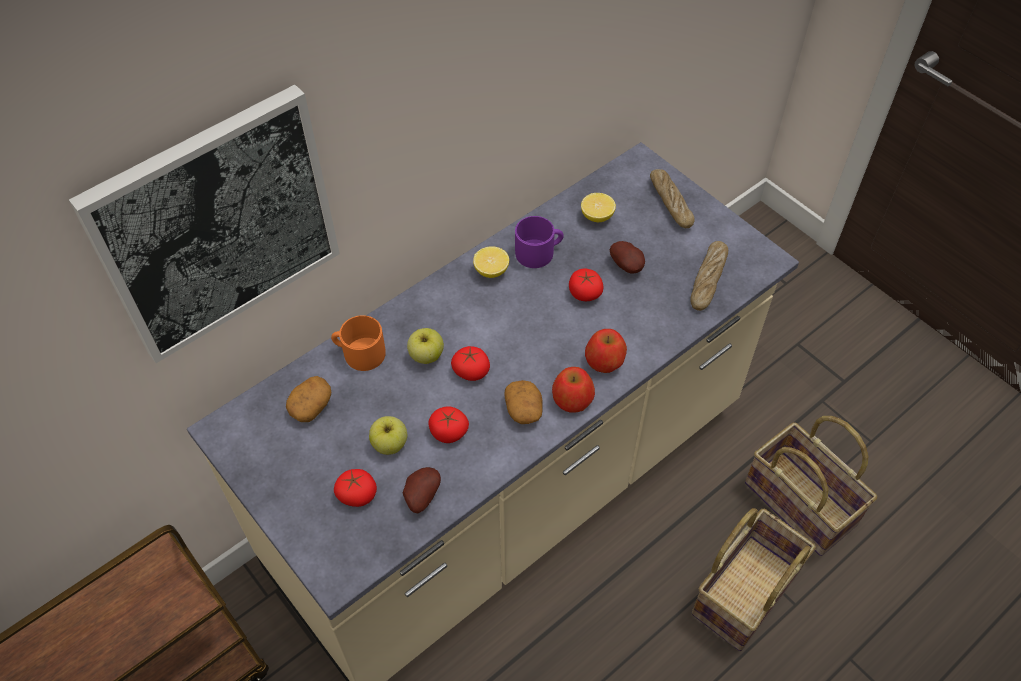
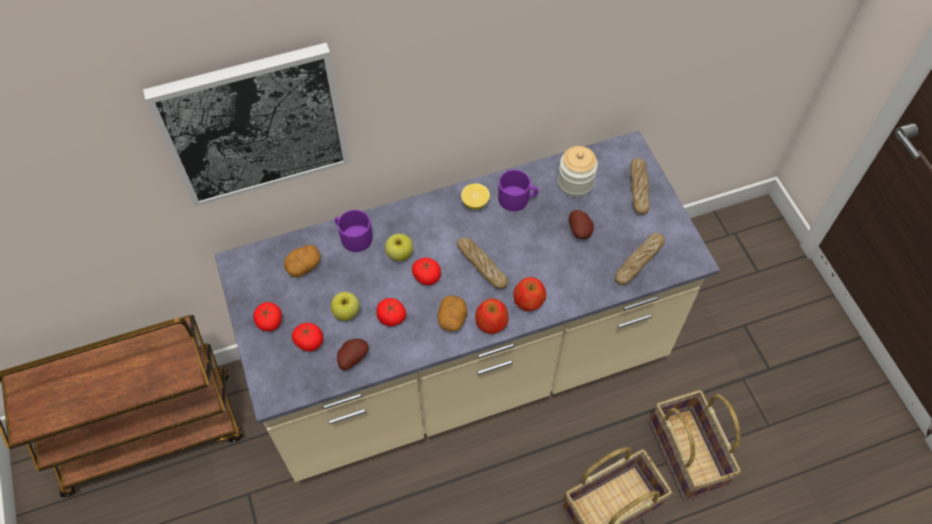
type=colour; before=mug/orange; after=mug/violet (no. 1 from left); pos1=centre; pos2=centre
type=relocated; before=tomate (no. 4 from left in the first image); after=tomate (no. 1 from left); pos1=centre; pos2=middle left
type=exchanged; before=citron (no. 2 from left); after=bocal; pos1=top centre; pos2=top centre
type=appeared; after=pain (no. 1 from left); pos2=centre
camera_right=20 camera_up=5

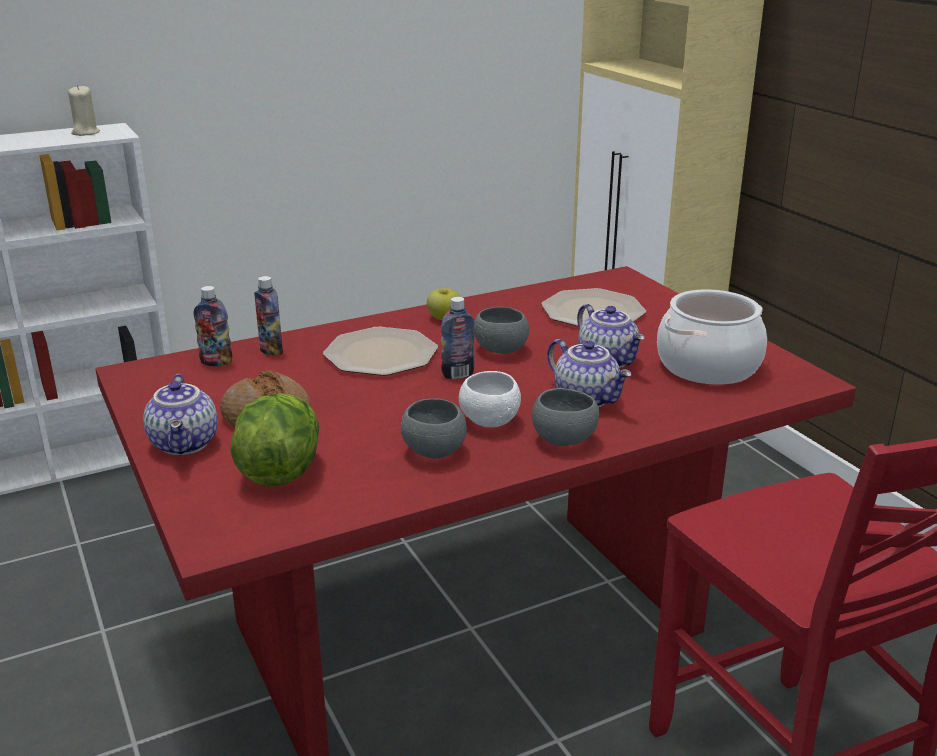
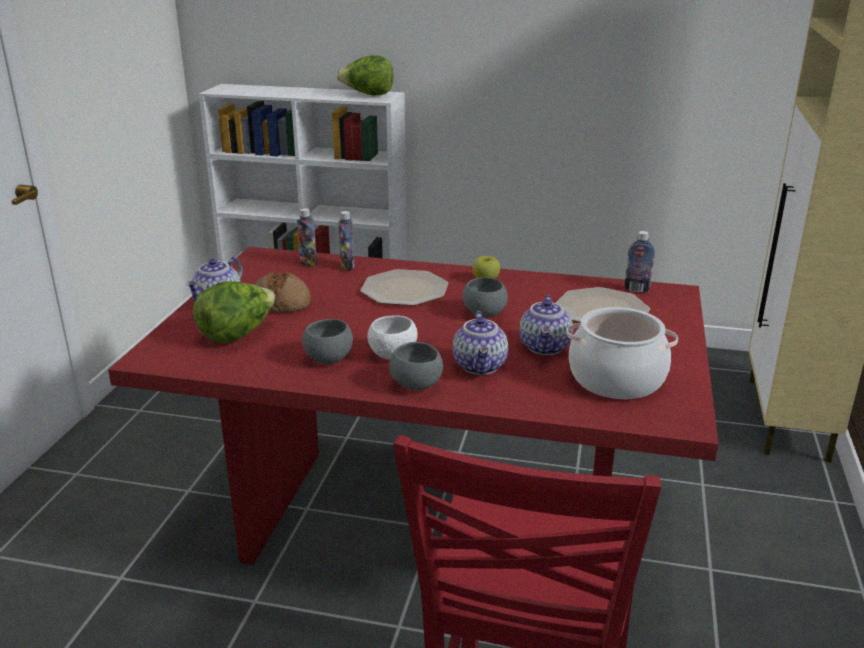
type=exchanged; before=bougie/beige; after=laitue (no. 2 from left); pos1=top left; pos2=top centre
type=relocated; before=bouteille (no. 3 from left); pos1=centre; pos2=middle right
camera_right=40 camera_up=0

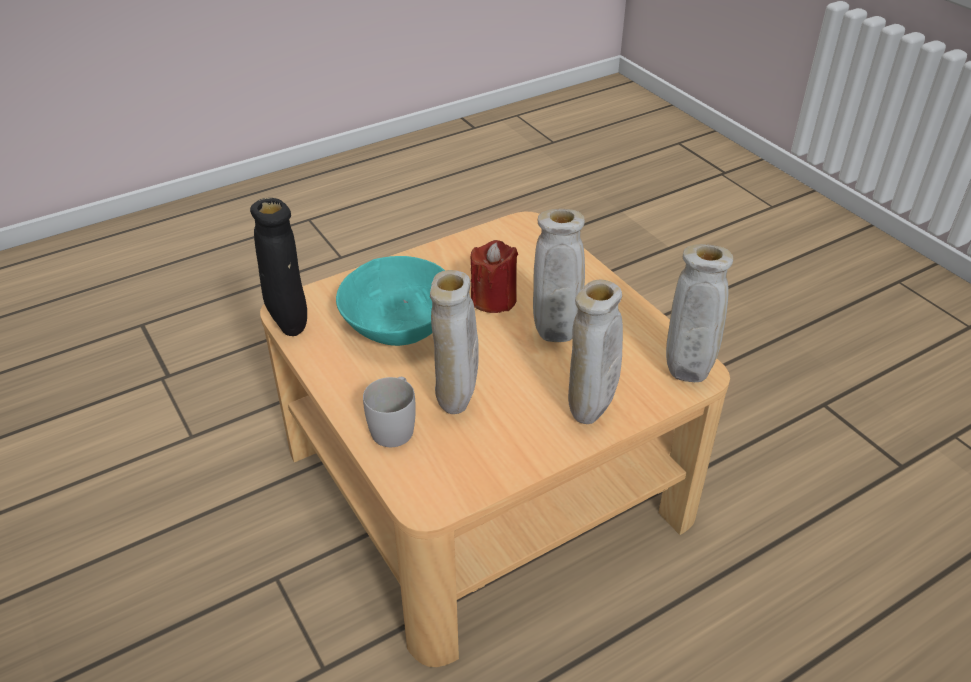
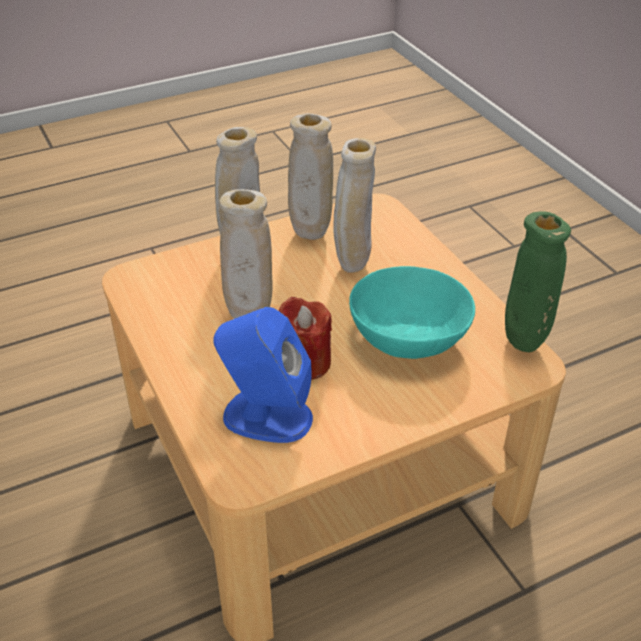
type=colour; before=vase/noir; after=vase/vert; pos1=middle left; pos2=middle right
type=missing; before=mug/blanc; pos1=centre
type=relocated; before=vase/beige (no. 4 from left in the first image); after=vase/beige (no. 3 from left); pos1=middle right; pos2=top centre
type=appeared; after=enceinte/bleu; pos2=centre
camera_right=-175 camera_up=0

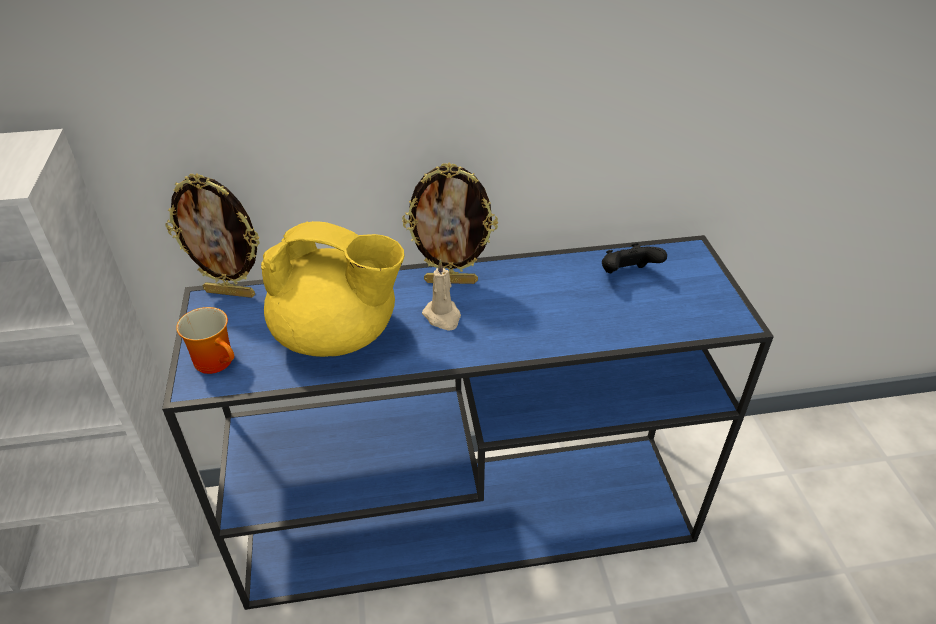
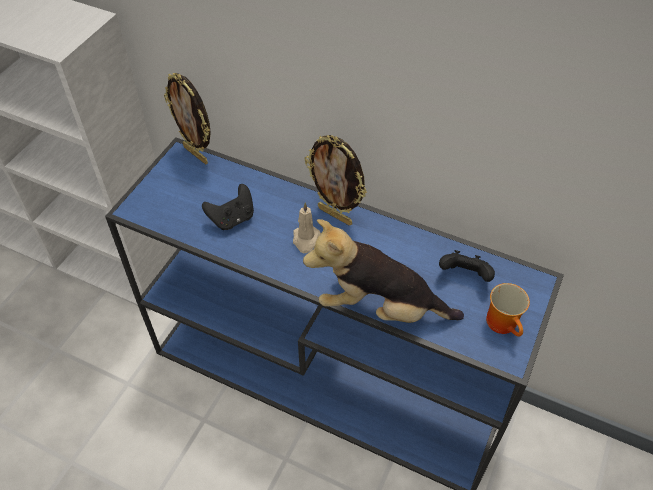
type=relocated; before=mug; pos1=middle left; pos2=middle right
type=exchanged; before=théière/jaune; after=manette/noir (no. 1 from left); pos1=centre; pos2=centre
type=appeared; after=peluche; pos2=centre
camera_right=35 camera_up=10

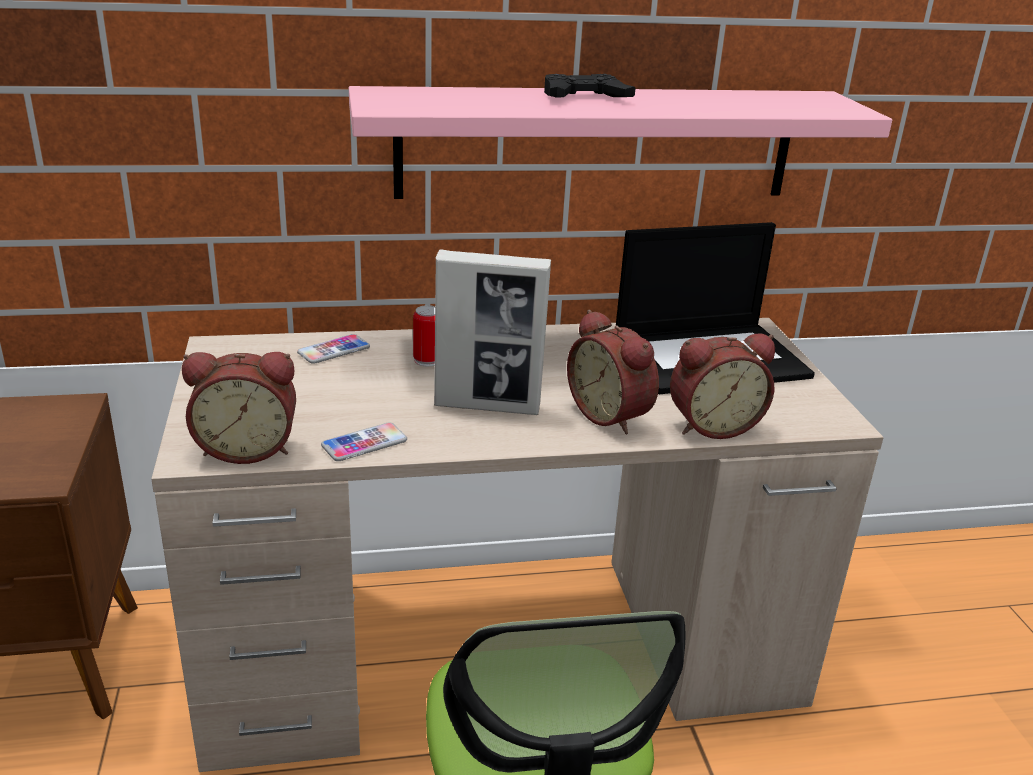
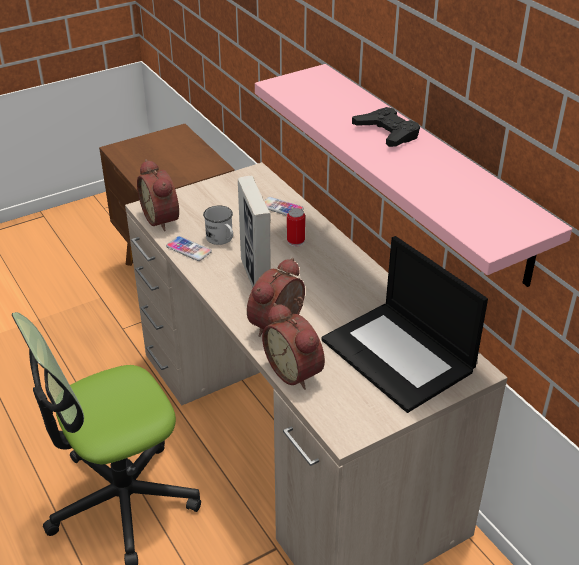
type=appeared; after=mug/blanc; pos2=centre
camera_right=70 camera_up=10

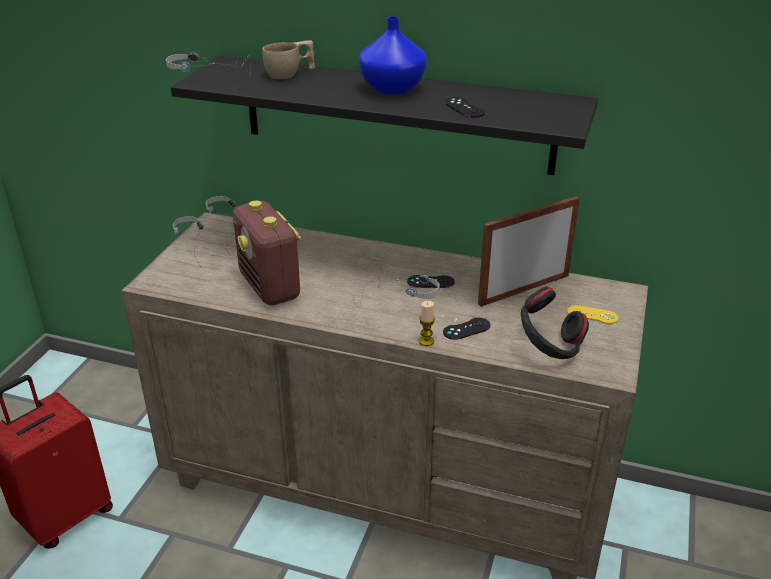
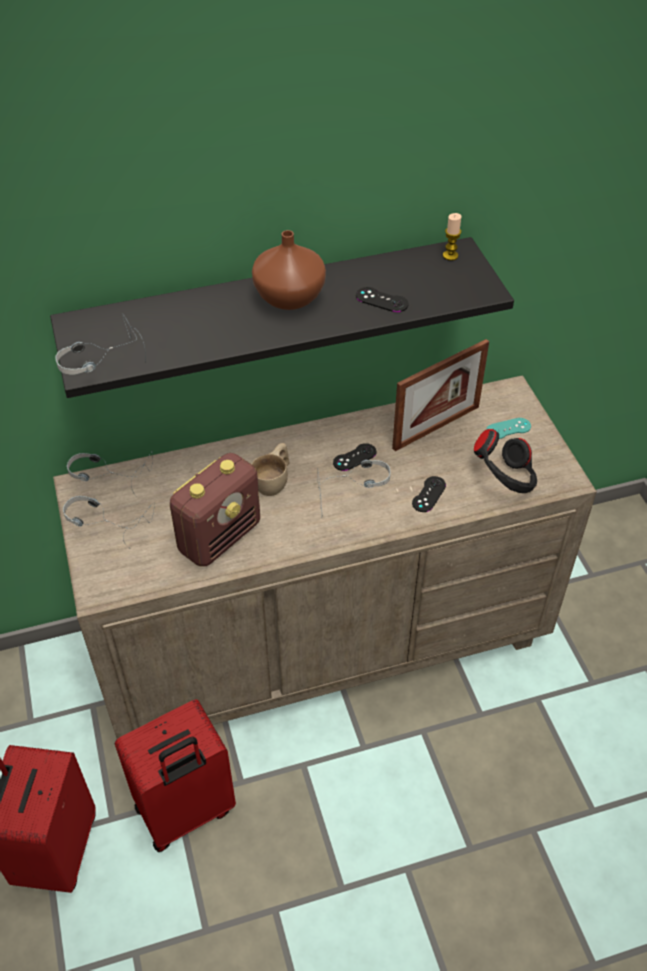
type=spun; before=radio; pos1=centre; pos2=middle left; turn=-75
type=relocated; before=tasse/beige; pos1=top centre; pos2=centre
type=colour; before=vase/bleu; after=vase/marron; pos1=top centre; pos2=top centre
type=relocated; before=bougie; pos1=centre; pos2=top right
type=spun; before=cadre photo; pos1=middle right; pos2=middle right; turn=-150
type=colour; before=manette/jaune; after=manette/turquoise; pos1=middle right; pos2=middle right
type=appeared; after=valise/rouge (no. 2 from left); pos2=bottom left
camera_right=-35 camera_up=15

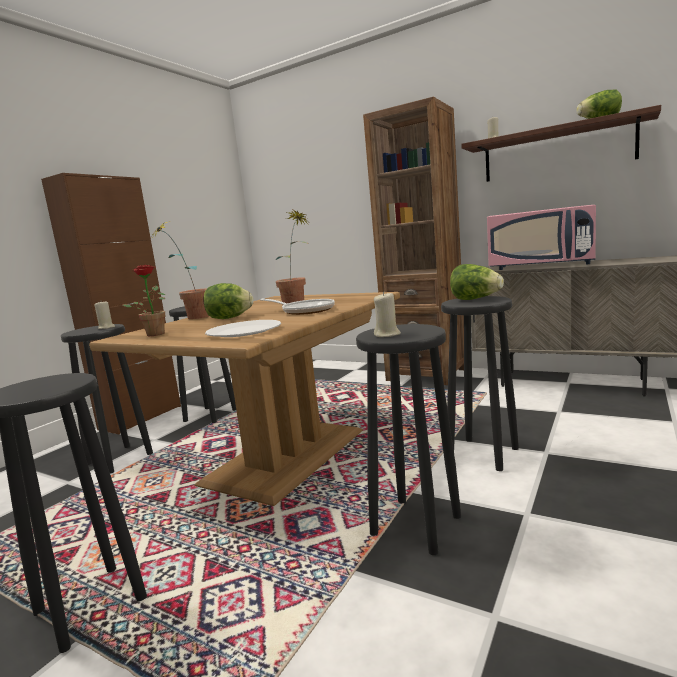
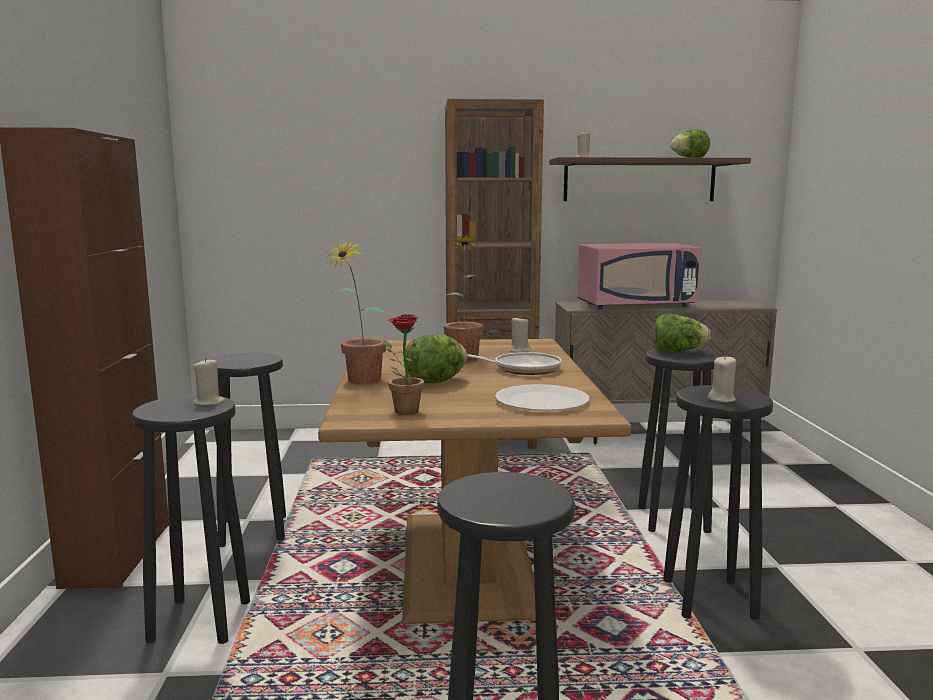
type=appeared; after=bougie/beige (no. 2 from left); pos2=centre
camera_right=-35 camera_up=0

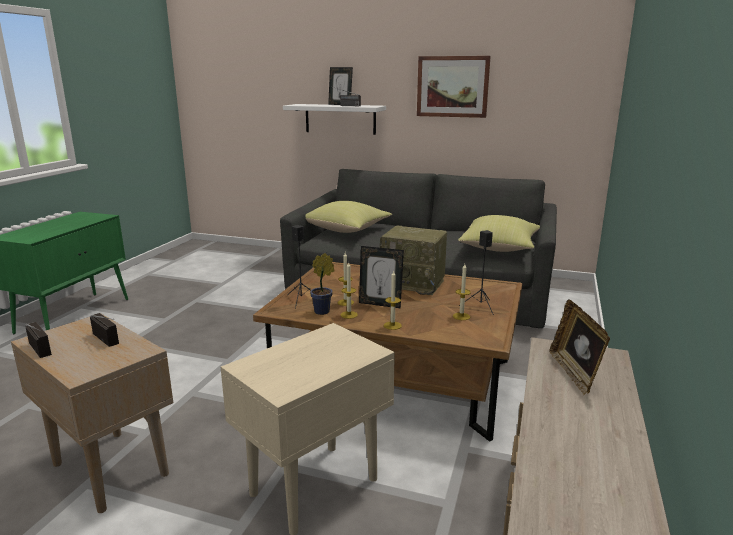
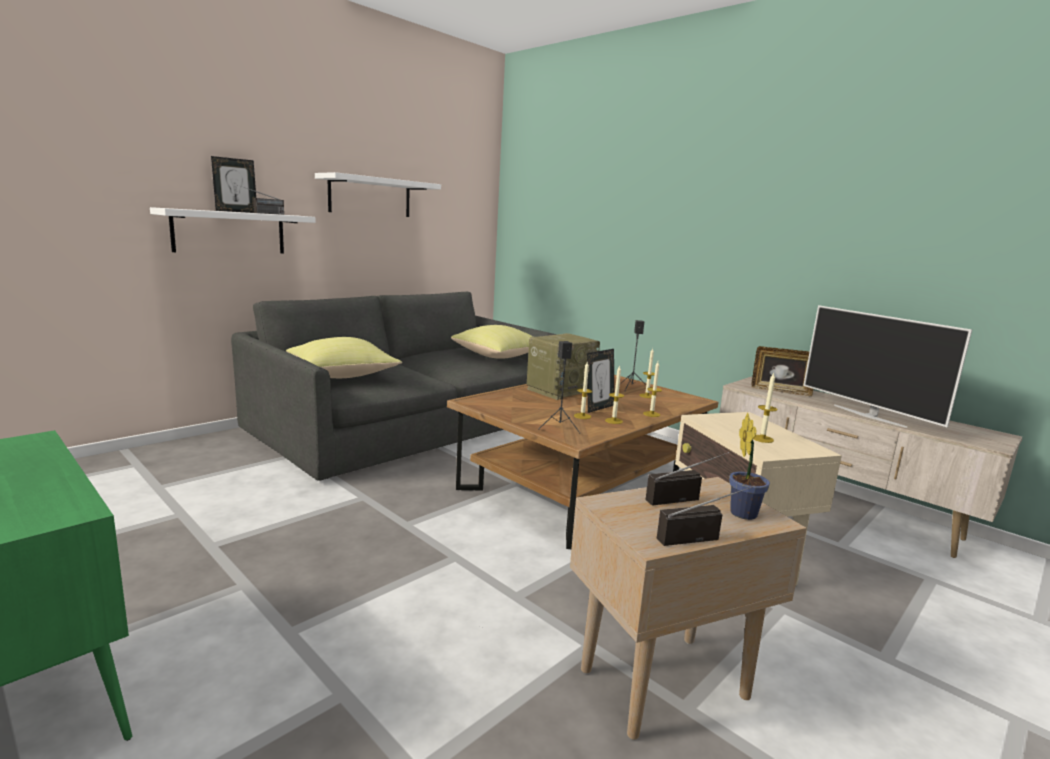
type=relocated; before=plante en pot; pos1=centre; pos2=middle right
type=exchanged; before=tableau; after=étagère/blanc (no. 2 from left); pos1=top centre; pos2=top centre
type=appeared; after=bougie (no. 5 from left); pos2=middle right
type=appeared; after=téléviseur; pos2=middle right
camera_right=-65 camera_up=-5

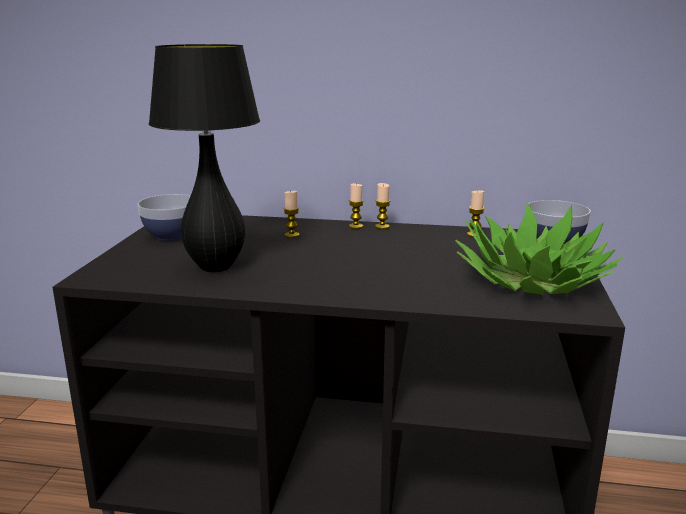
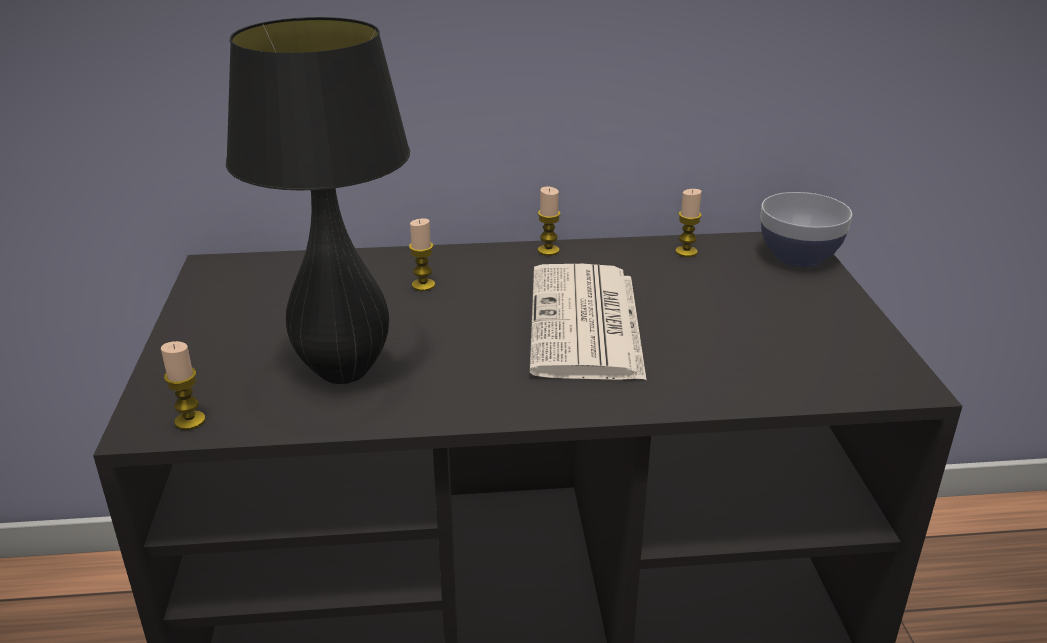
type=missing; before=bol (no. 1 from left); pos1=middle left
type=relocated; before=bougie (no. 2 from left in the first image); after=bougie (no. 1 from left); pos1=centre; pos2=middle left
type=missing; before=plante en pot; pos1=middle right
type=appeared; after=journal; pos2=centre
camera_right=-15 camera_up=10

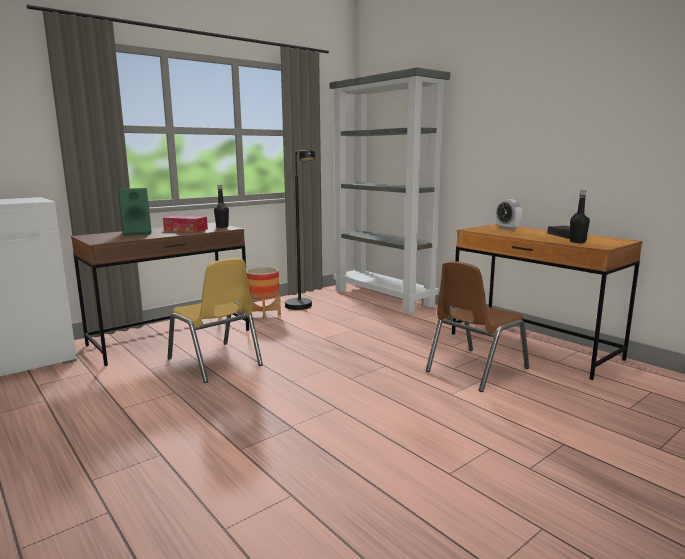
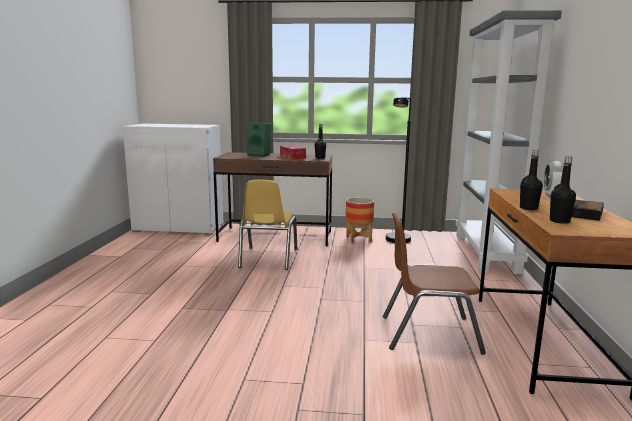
type=appeared; after=bouteille/noir (no. 2 from left); pos2=middle right
camera_right=45 camera_up=0

